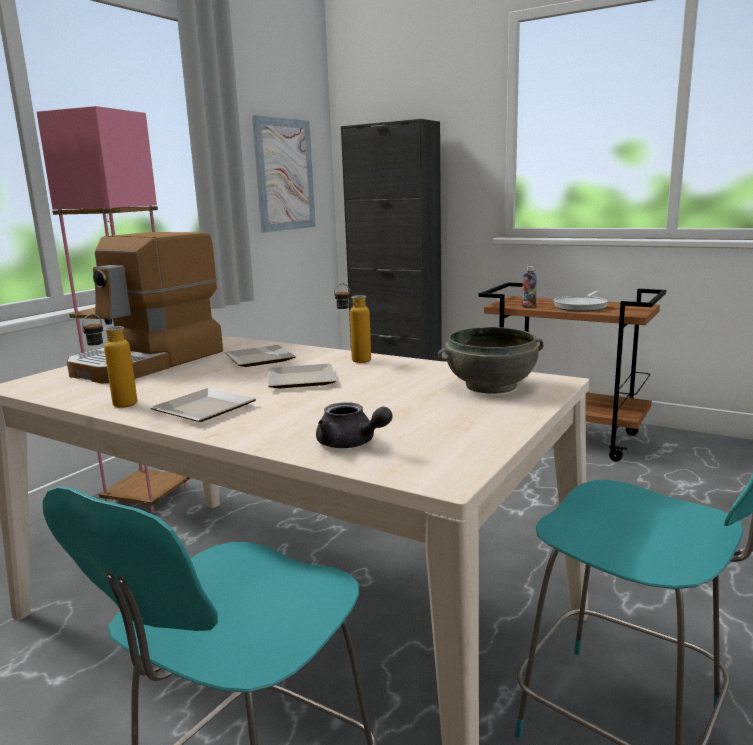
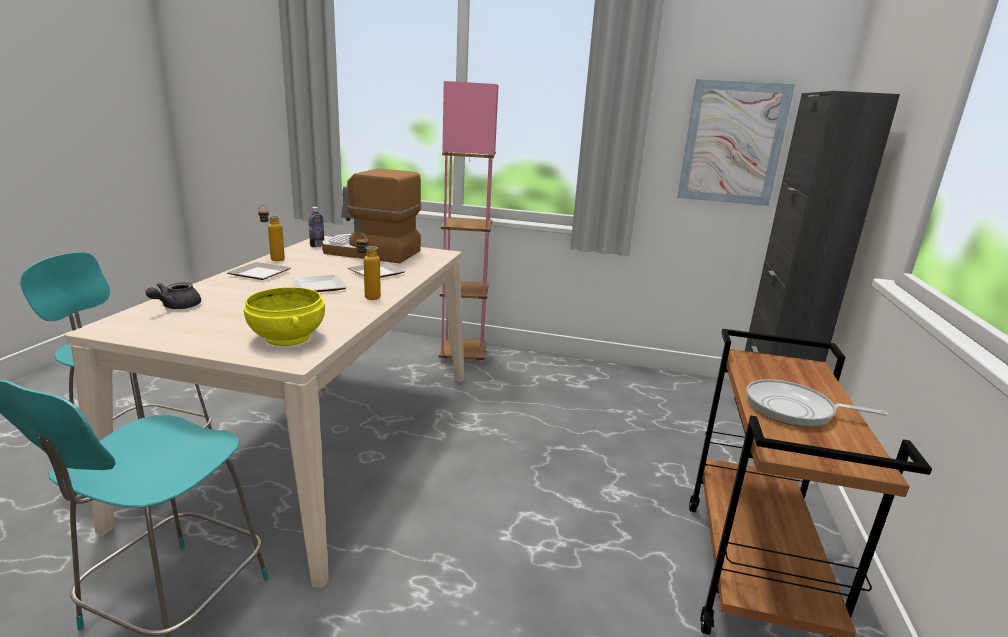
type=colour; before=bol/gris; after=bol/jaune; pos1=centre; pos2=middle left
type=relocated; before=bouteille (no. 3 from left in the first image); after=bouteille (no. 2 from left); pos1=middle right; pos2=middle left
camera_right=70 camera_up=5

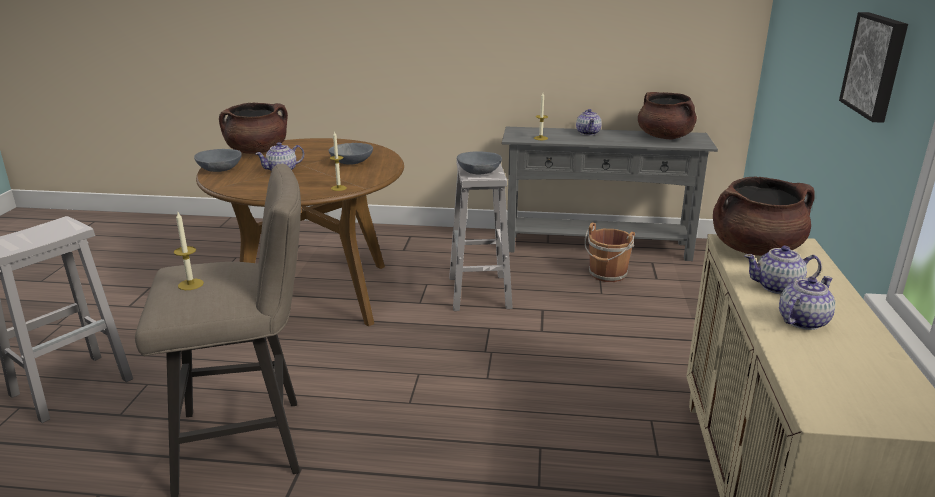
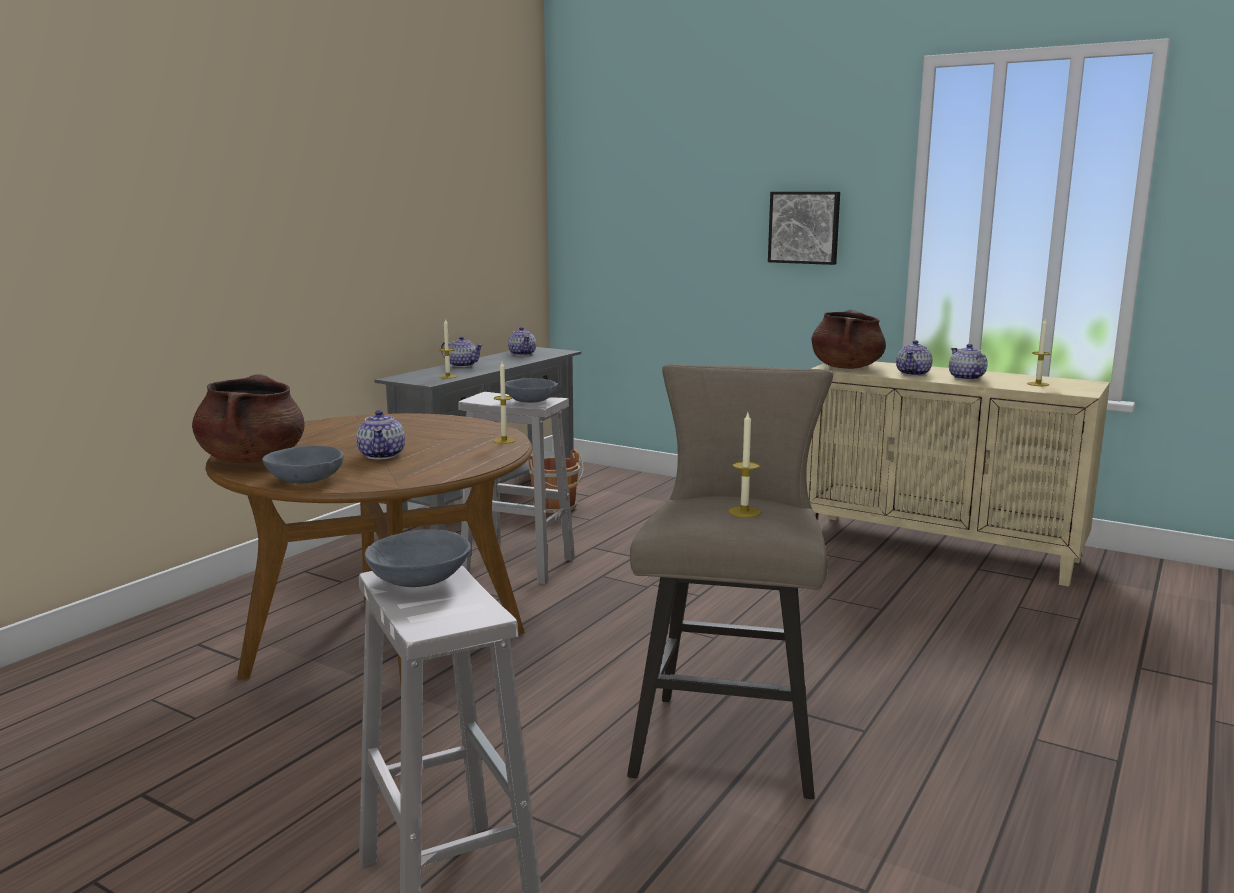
type=relocated; before=bol/gris (no. 2 from left); pos1=top centre; pos2=centre
type=exchanged; before=marmite/marron (no. 2 from left); after=théière (no. 3 from left); pos1=top right; pos2=centre
type=appeared; after=bougie (no. 4 from left); pos2=middle right
camera_right=-65 camera_up=-10

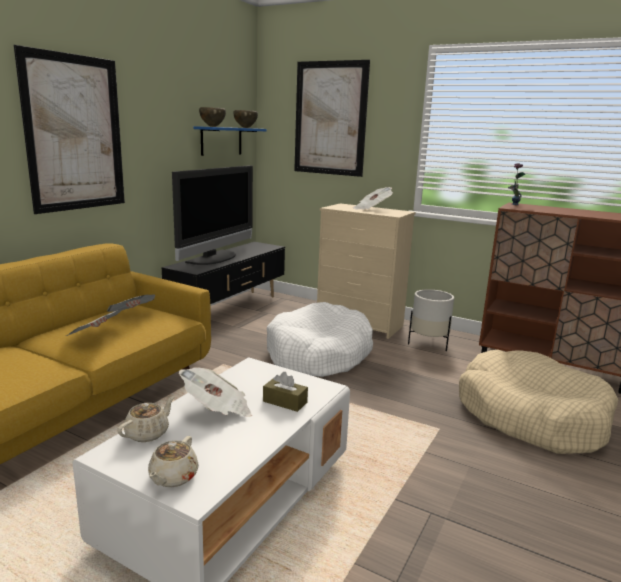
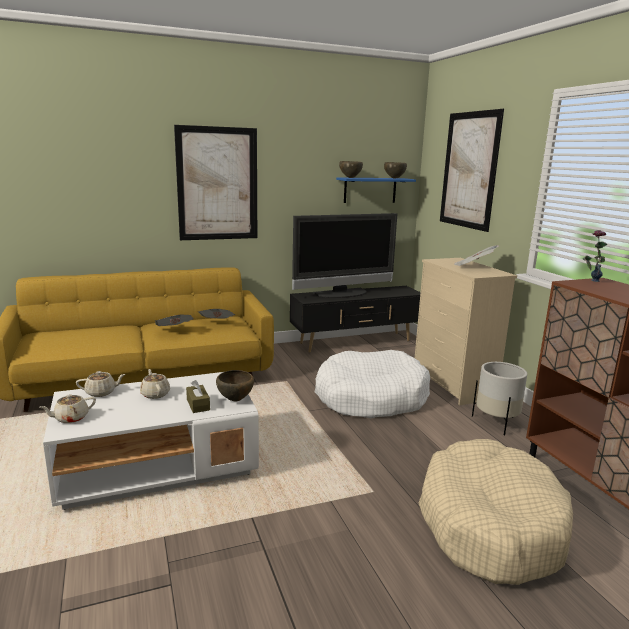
type=exchanged; before=journal (no. 3 from left); after=théière/beige (no. 3 from left); pos1=bottom centre; pos2=middle left
type=appeared; after=bol/marron (no. 1 from left); pos2=centre
camera_right=40 camera_up=0

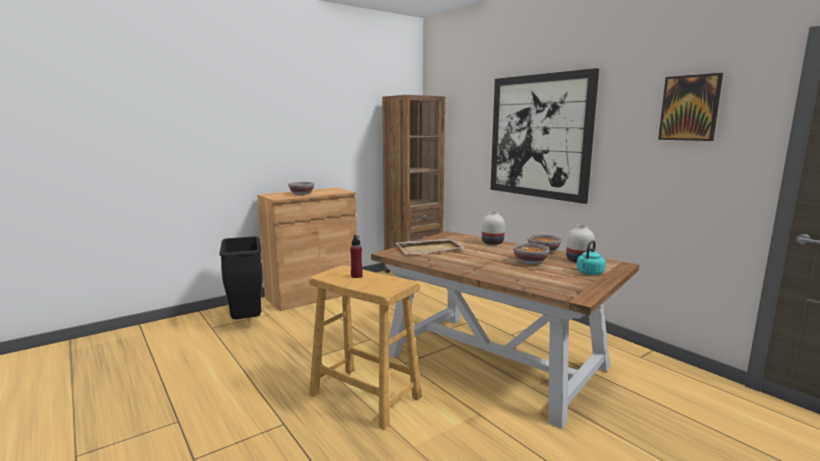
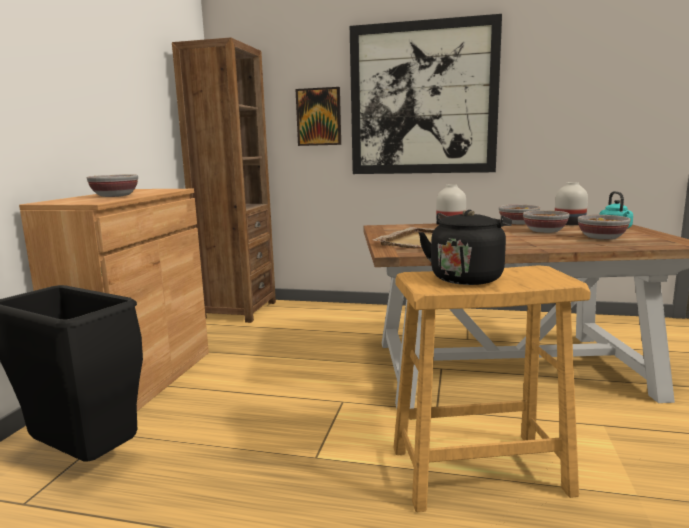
type=exchanged; before=bouteille/rouge; after=bouilloire/noir; pos1=centre; pos2=middle right
type=relocated; before=tableau (no. 2 from left in the first image); after=tableau (no. 1 from left); pos1=top right; pos2=top centre
type=appeared; after=bol (no. 4 from left); pos2=middle right
camera_right=-40 camera_up=0

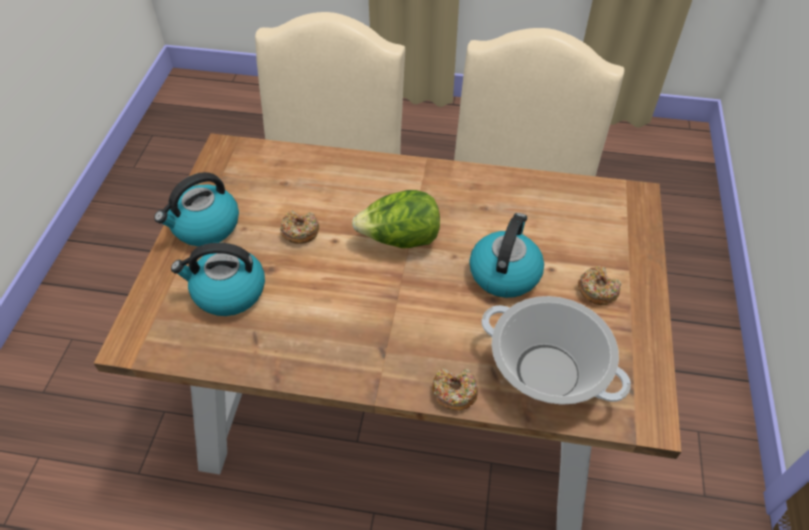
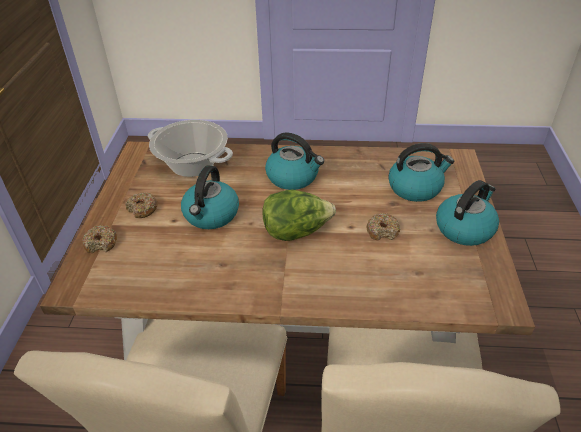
type=relocated; before=beignet (no. 2 from left in the first image); after=beignet (no. 1 from left); pos1=bottom centre; pos2=middle left
type=appeared; after=bouilloire (no. 2 from left); pos2=centre
camera_right=175 camera_up=-10

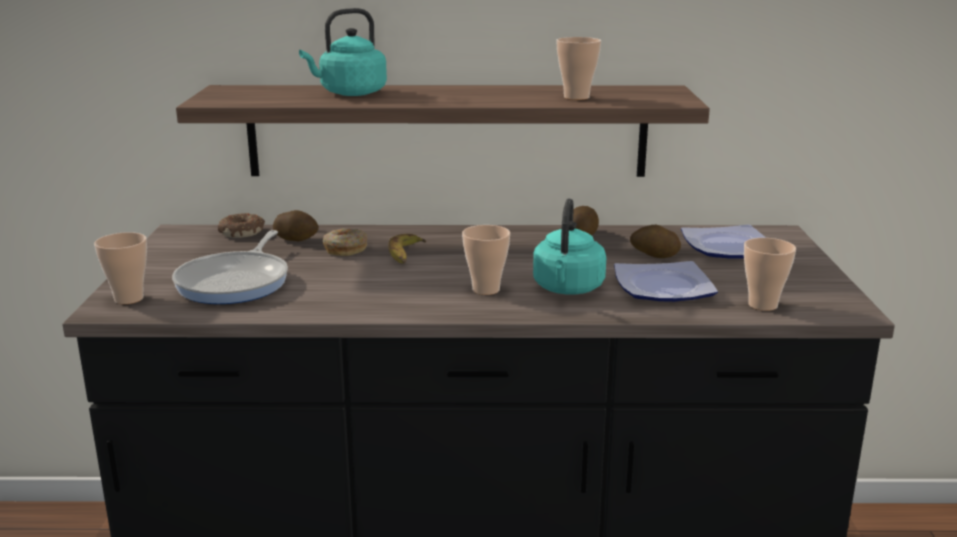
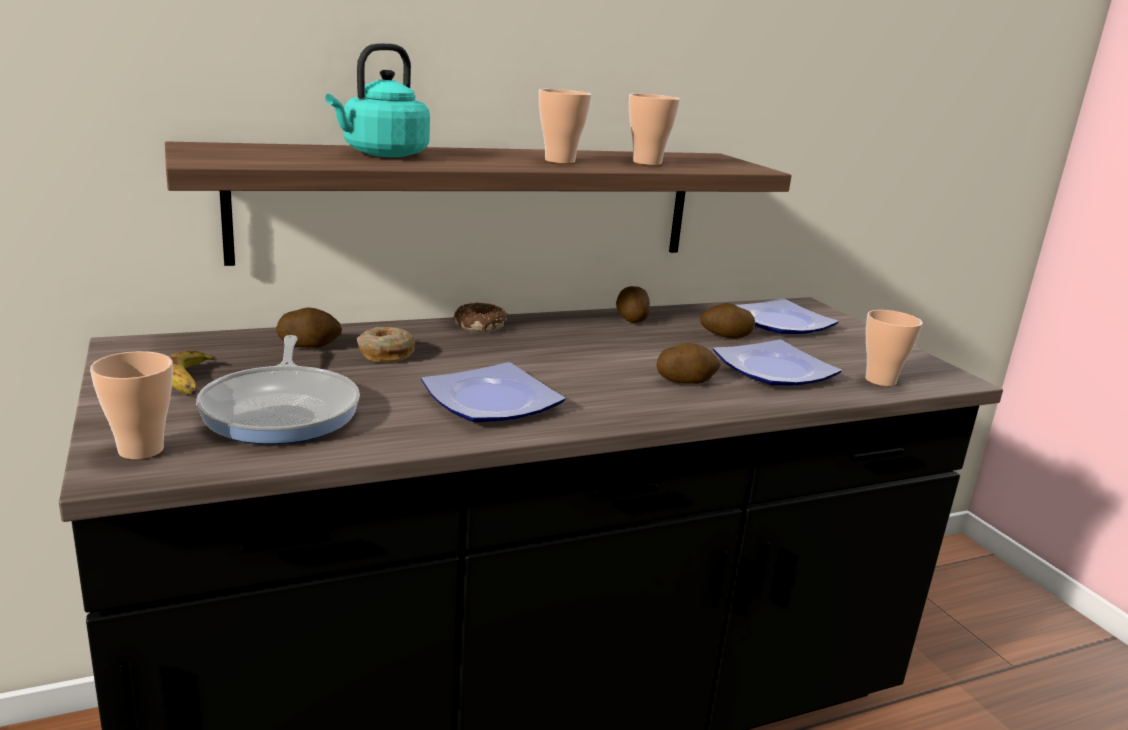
type=relocated; before=beignet (no. 1 from left in the first image); after=beignet (no. 2 from left); pos1=middle left; pos2=centre
type=relocated; before=banane; pos1=centre; pos2=middle left
type=relocated; before=tasse (no. 2 from left); pos1=centre; pos2=top centre
type=exchanged; before=bouilloire/turquoise (no. 2 from left); after=pomme de terre (no. 3 from left); pos1=centre; pos2=centre
type=appeared; after=assiette (no. 1 from left); pos2=centre
camera_right=-25 camera_up=0

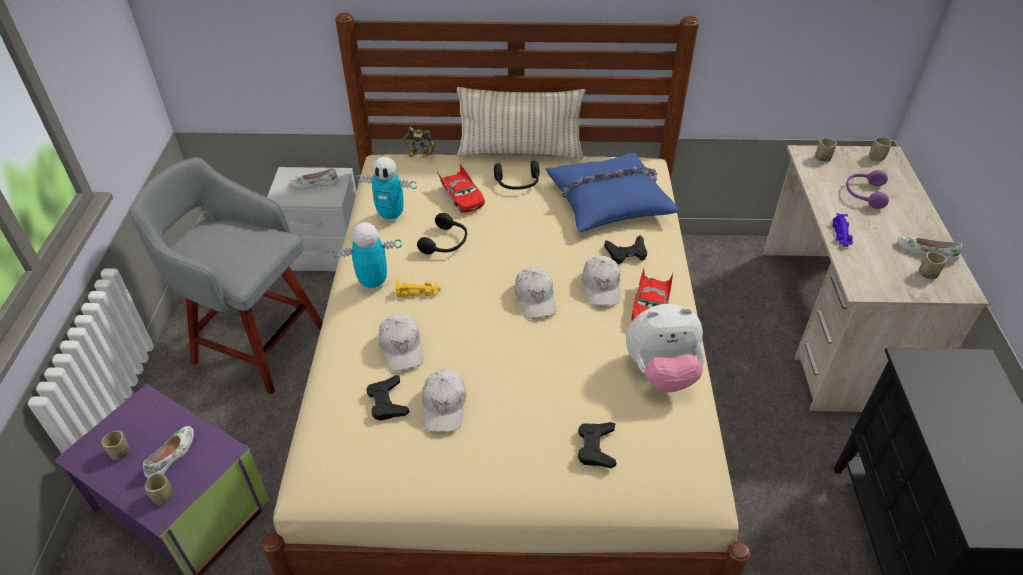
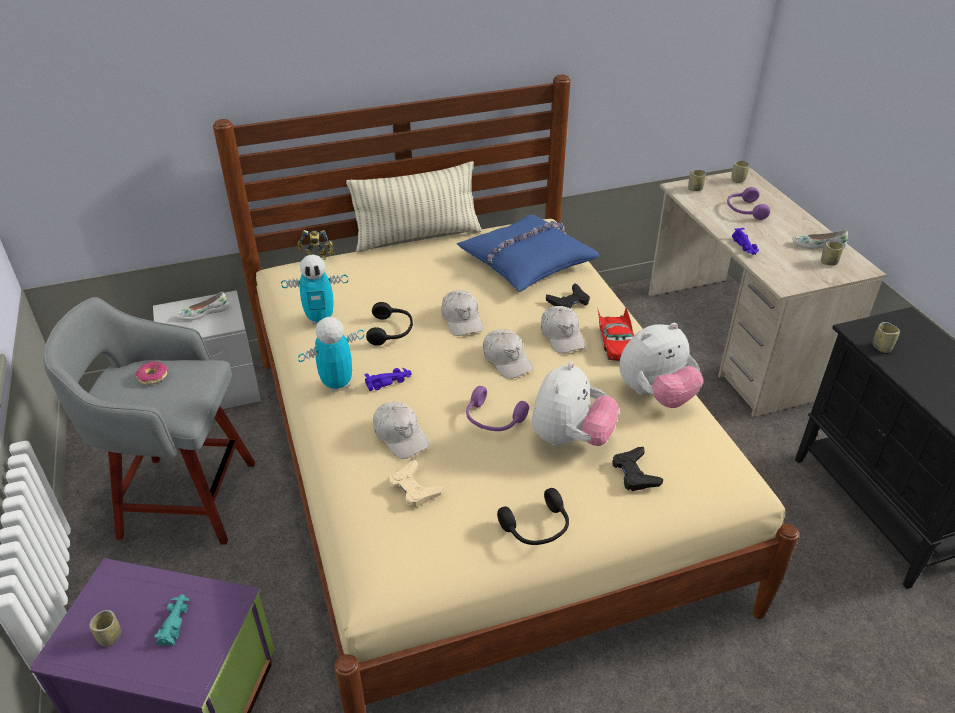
type=exchanged; before=chaussure/blanc (no. 1 from left); after=petite voiture/turquoise; pos1=bottom left; pos2=bottom left
type=relocated; before=tasse (no. 2 from left in the first image); after=tasse (no. 5 from left); pos1=bottom left; pos2=middle right
type=colour; before=manette/noir (no. 1 from left); after=manette/beige; pos1=bottom centre; pos2=bottom centre
type=colour; before=petite voiture/jaune; after=petite voiture/violet (no. 1 from left); pos1=centre; pos2=centre
type=relocated; before=casquette/blanc (no. 2 from left); pos1=bottom centre; pos2=centre
type=missing; before=petite voiture/rouge (no. 1 from left); pos1=top centre
type=relocated; before=casque audio/noir (no. 2 from left); pos1=top centre; pos2=bottom centre
type=appeared; after=beignet; pos2=middle left
type=appeared; after=casque audio/violet (no. 1 from left); pos2=centre
type=appeared; after=peluche (no. 1 from left); pos2=centre
camera_right=-20 camera_up=-5

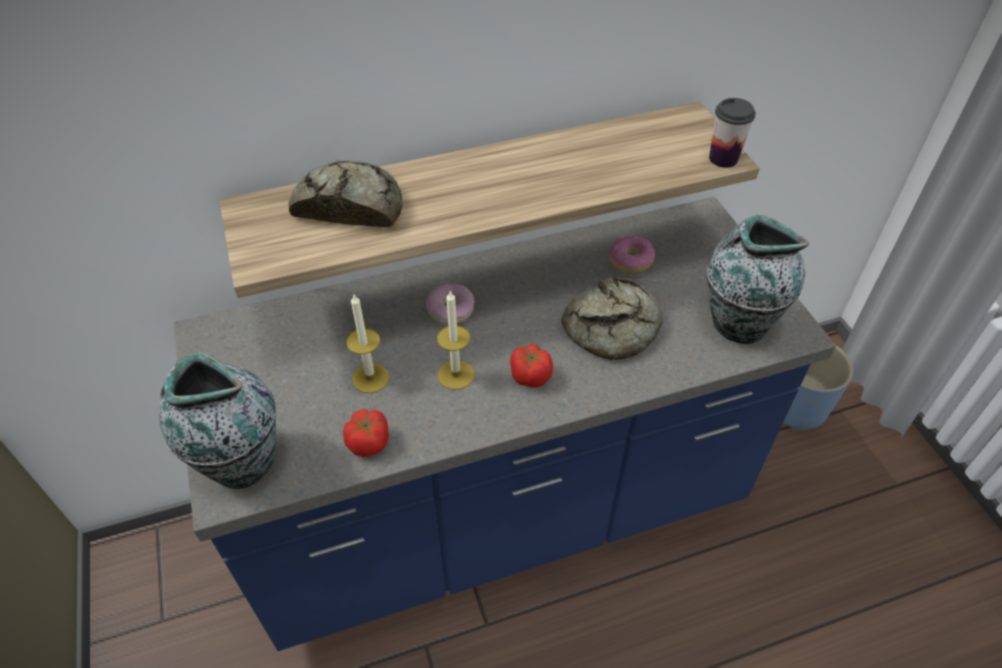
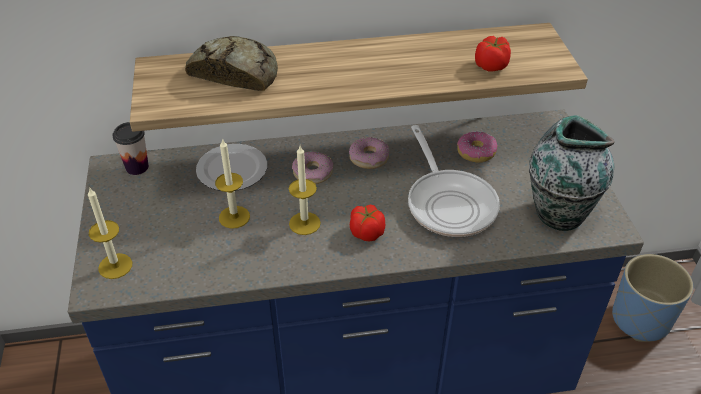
type=exchanged; before=vase (no. 1 from left); after=bougie (no. 1 from left); pos1=middle left; pos2=middle left
type=relocated; before=tomate (no. 1 from left in the first image); after=tomate (no. 2 from left); pos1=centre; pos2=top right
type=exchanged; before=pain (no. 2 from left); after=poêle; pos1=centre; pos2=centre
type=relocated; before=tasse; pos1=top right; pos2=middle left
type=appeared; after=assiette; pos2=middle left
type=appeared; after=beignet (no. 2 from left); pos2=centre
camera_right=10 camera_up=-5

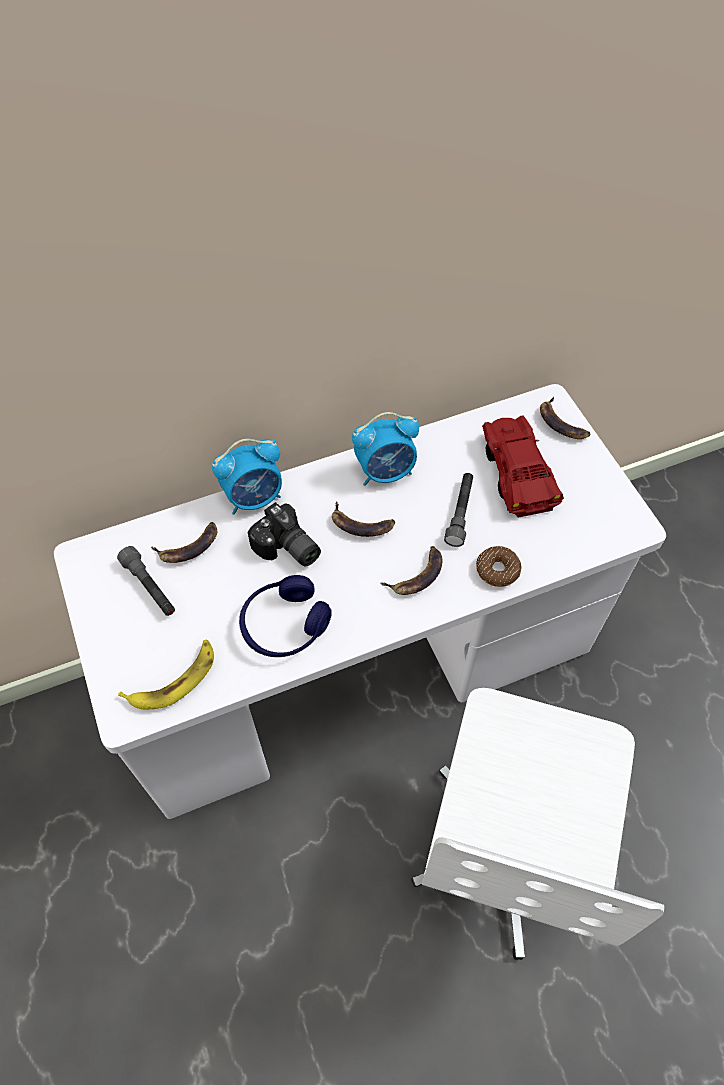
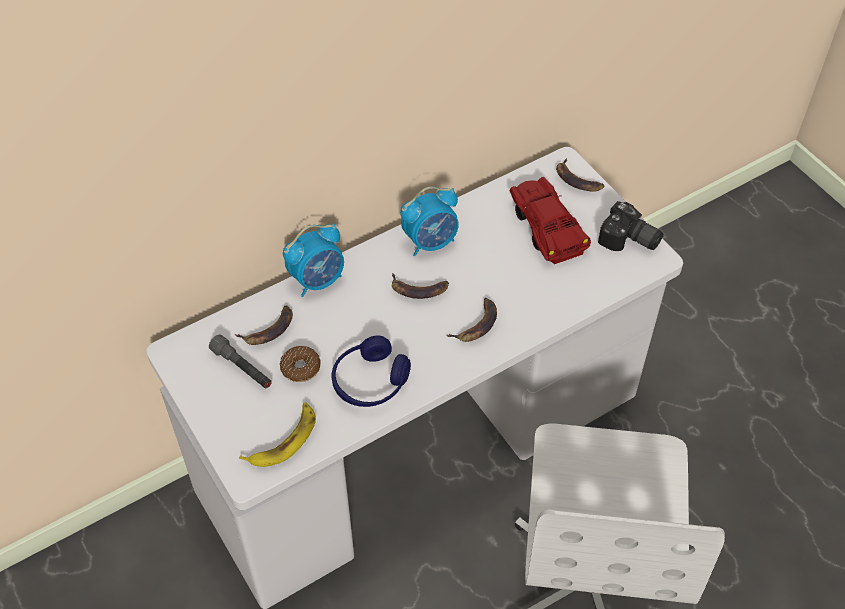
type=relocated; before=appareil photo; pos1=centre; pos2=middle right
type=missing; before=lampe de poche/gris (no. 2 from left); pos1=centre
type=relocated; before=beignet; pos1=middle right; pos2=centre
camera_right=-10 camera_up=-5

